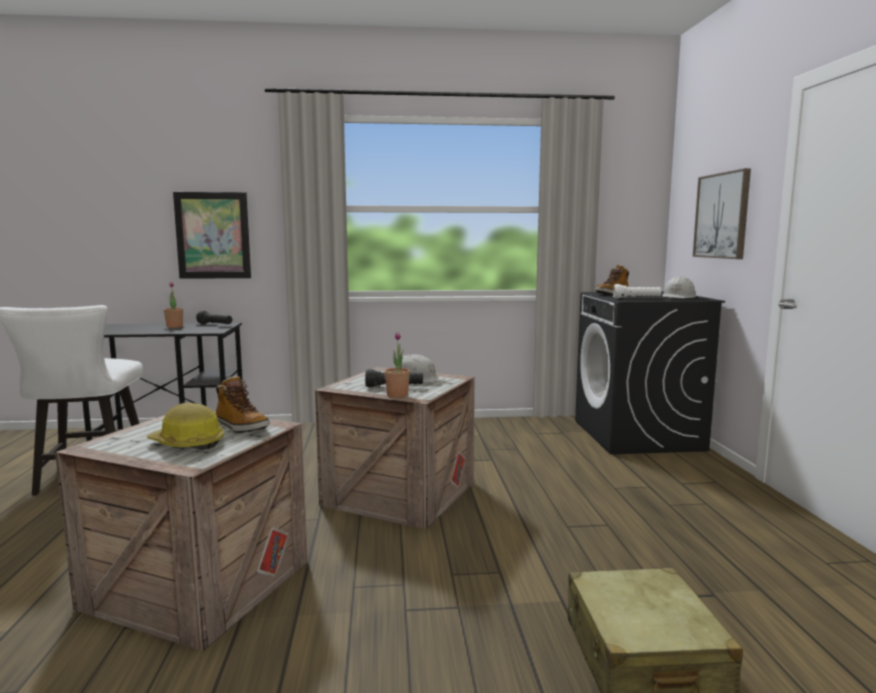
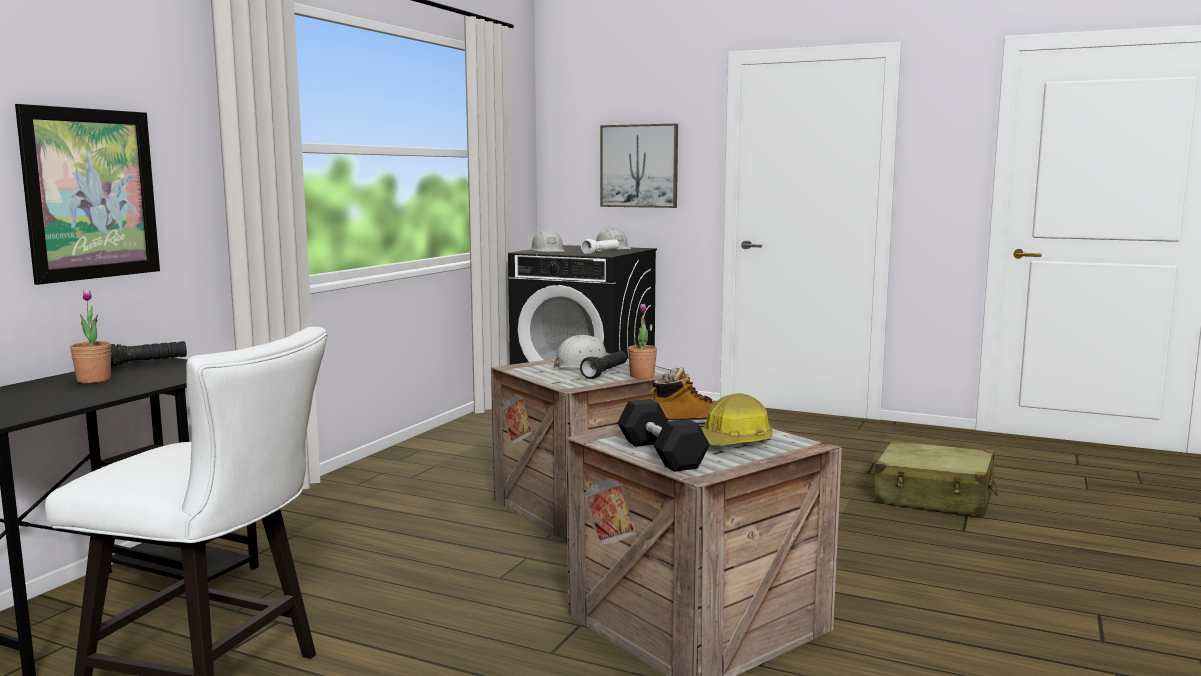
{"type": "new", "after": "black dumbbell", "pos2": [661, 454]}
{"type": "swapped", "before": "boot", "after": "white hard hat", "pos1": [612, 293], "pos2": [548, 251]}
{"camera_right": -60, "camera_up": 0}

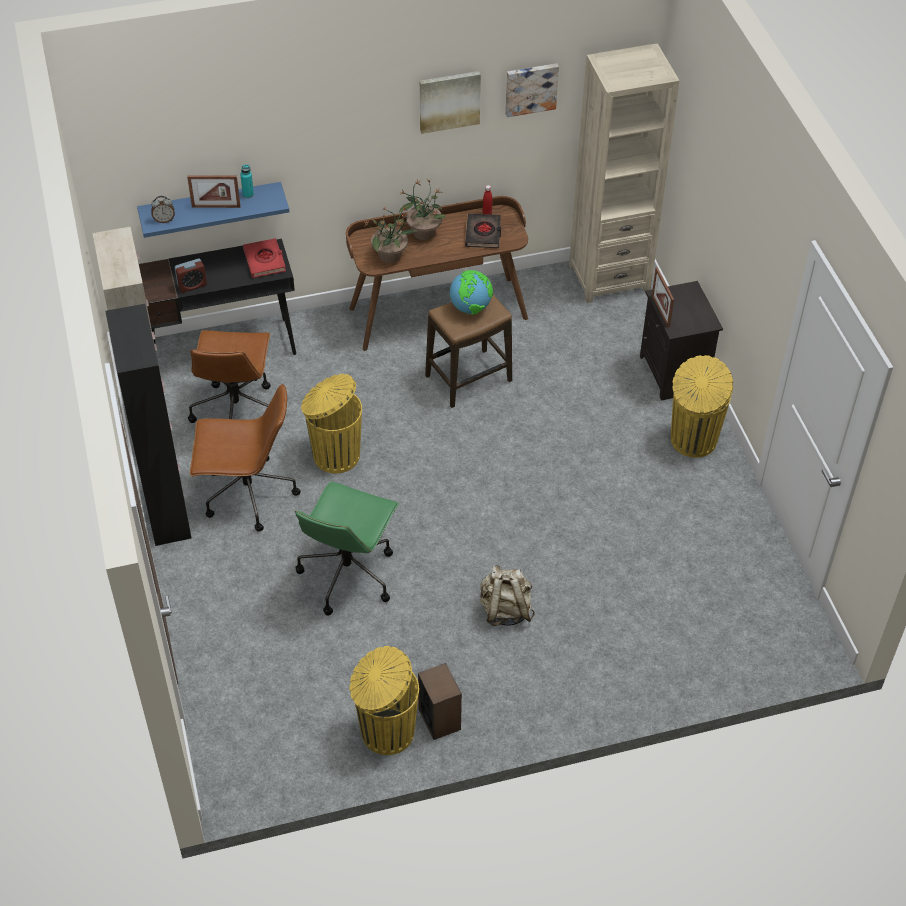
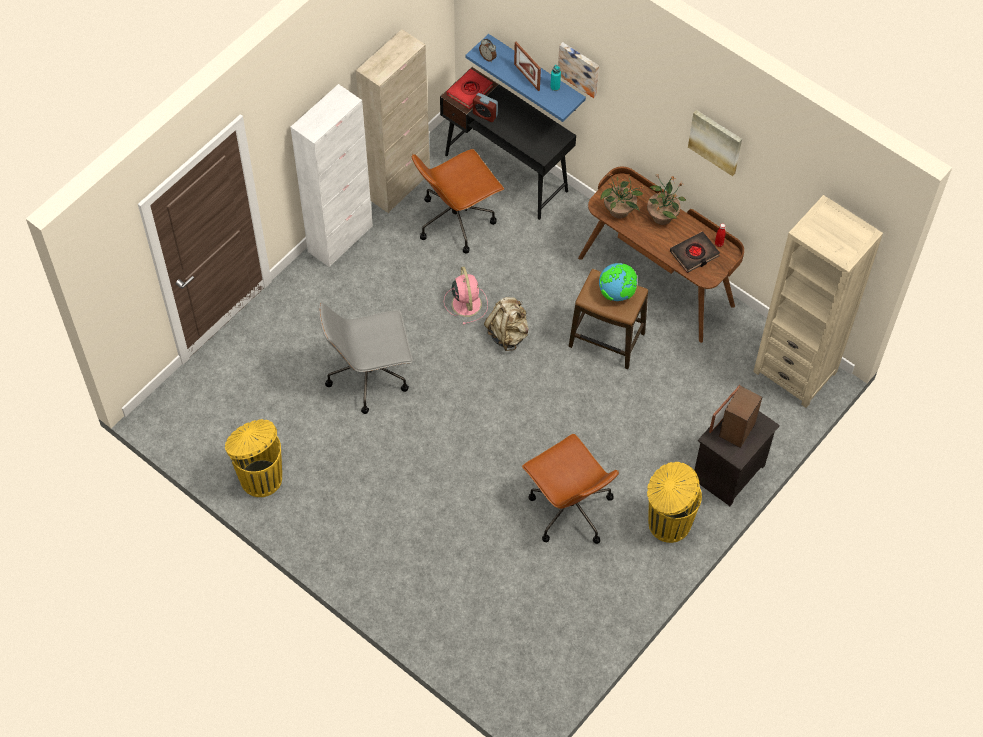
{"type": "shifted", "before": "brown office chair", "pos1": [247, 495], "pos2": [569, 509]}
{"type": "shifted", "before": "red book", "pos1": [265, 261], "pos2": [470, 91]}
{"type": "shifted", "before": "speaker", "pos1": [439, 719], "pos2": [737, 430]}
{"type": "shifted", "before": "beige backpack", "pos1": [505, 610], "pos2": [508, 333]}
{"type": "shifted", "before": "picture", "pos1": [530, 88], "pos2": [579, 68]}
{"type": "swapped", "before": "yellow trash can", "after": "pink fan", "pos1": [335, 455], "pos2": [466, 302]}
{"type": "repainted", "before": "black cabinet", "after": "white cabinet", "pos1": [167, 511], "pos2": [340, 239]}
{"type": "repainted", "before": "green office chair", "after": "grey office chair", "pos1": [348, 573], "pos2": [369, 376]}
{"camera_right": 55, "camera_up": 10}

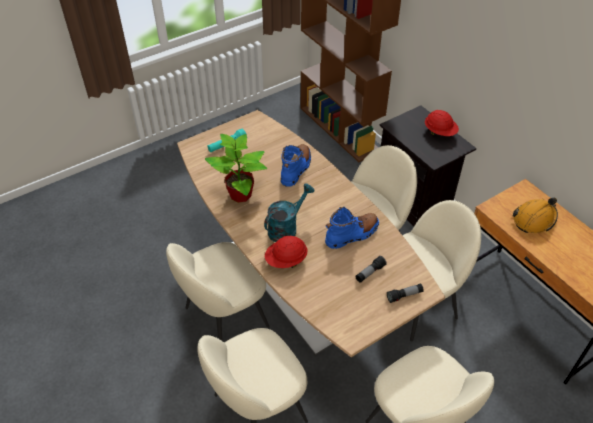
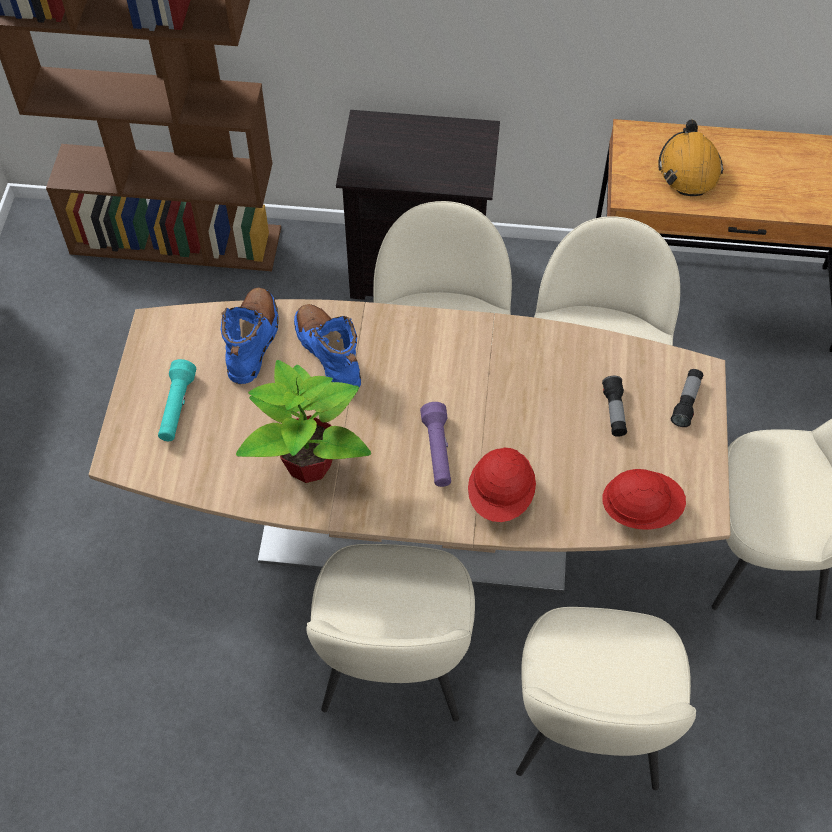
{"type": "shifted", "before": "blue boot", "pos1": [352, 234], "pos2": [253, 341]}
{"type": "shifted", "before": "red hard hat", "pos1": [440, 132], "pos2": [640, 509]}
{"type": "swapped", "before": "turquoise watering can", "after": "purple flashlight", "pos1": [286, 228], "pos2": [437, 451]}
{"camera_right": -50, "camera_up": 10}

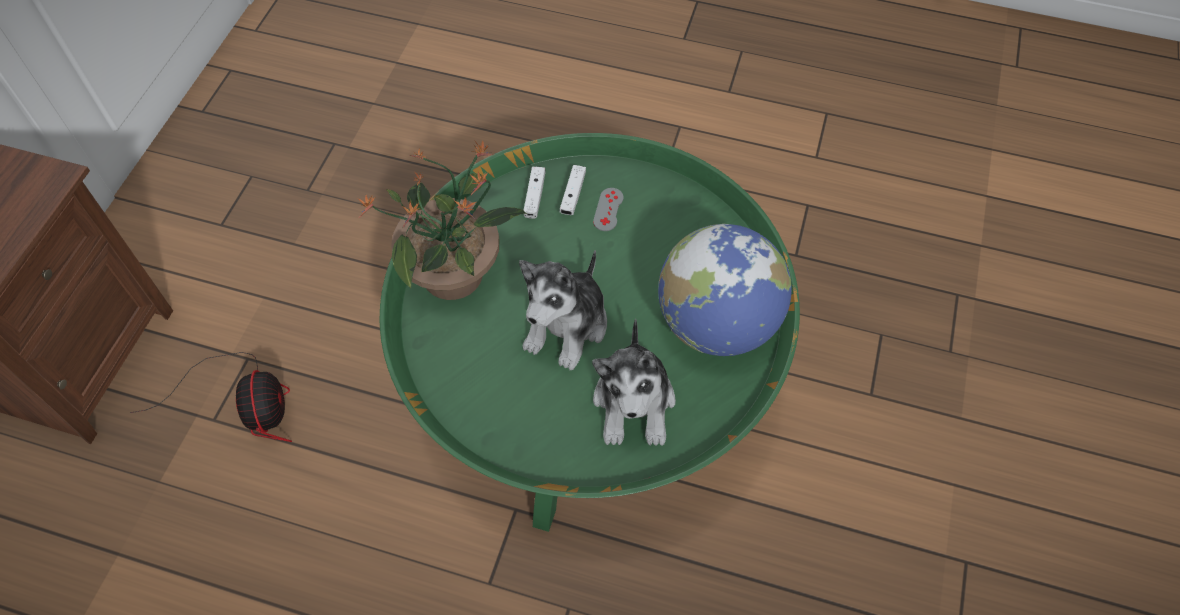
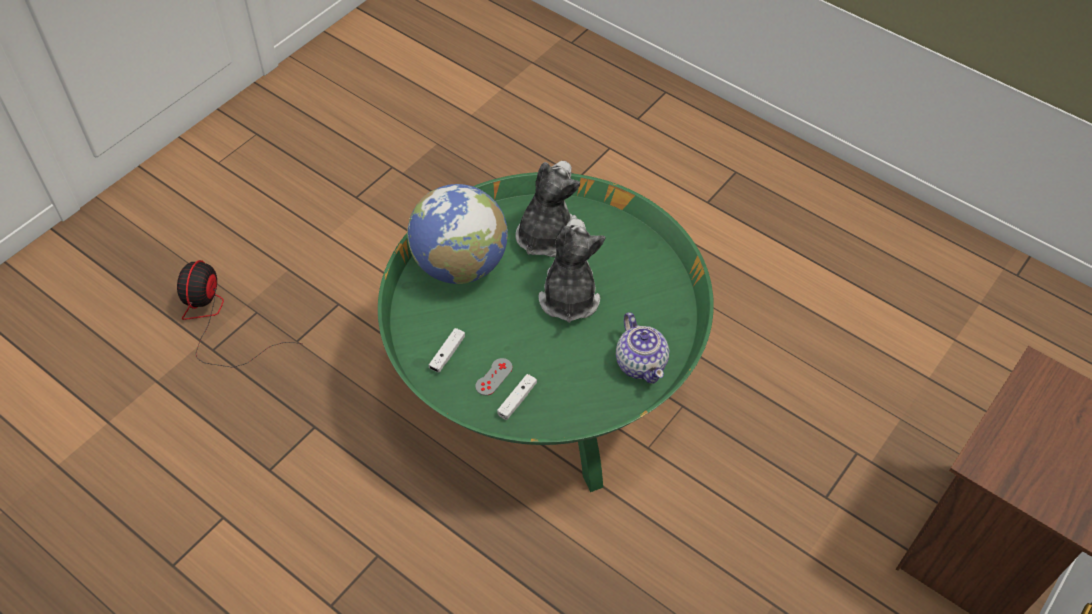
{"type": "shifted", "before": "fan", "pos1": [248, 404], "pos2": [217, 321]}
{"type": "shifted", "before": "white game controller", "pos1": [534, 196], "pos2": [447, 354]}
{"type": "swapped", "before": "potted plant", "after": "teapot", "pos1": [455, 274], "pos2": [641, 363]}
{"type": "rotated", "before": "plush toy", "pos1": [567, 326], "pos2": [568, 297], "turn": -45}
{"camera_right": -160, "camera_up": -5}

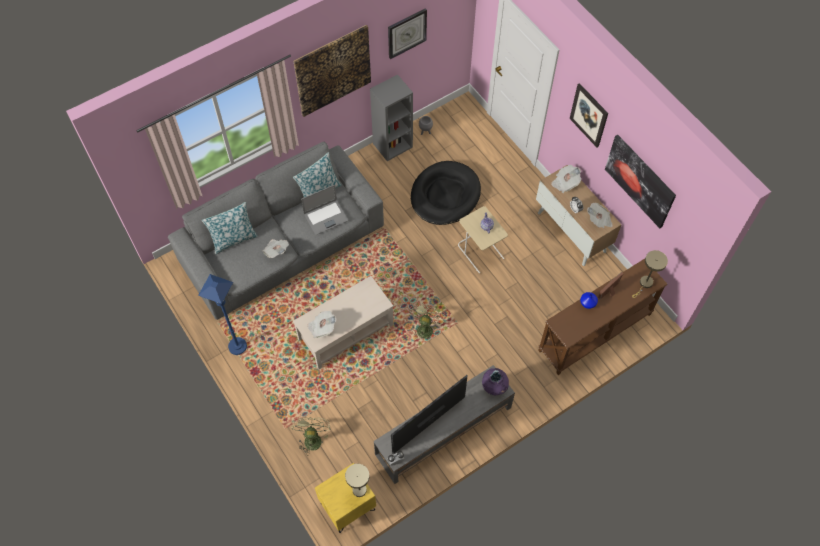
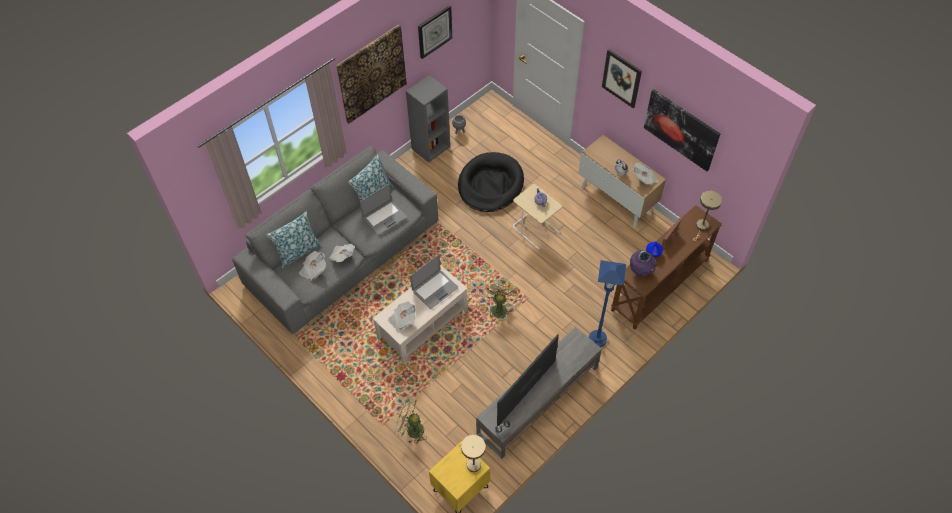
{"type": "new", "after": "laptop", "pos2": [434, 289]}
{"type": "shifted", "before": "blue floor lamp", "pos1": [237, 346], "pos2": [597, 339]}
{"type": "shifted", "before": "purple vase", "pos1": [494, 387], "pos2": [641, 271]}
{"type": "shifted", "before": "newspaper", "pos1": [565, 183], "pos2": [313, 270]}
{"type": "rotated", "before": "green fan", "pos1": [312, 438], "pos2": [411, 430], "turn": -60}
{"camera_right": -10, "camera_up": -5}

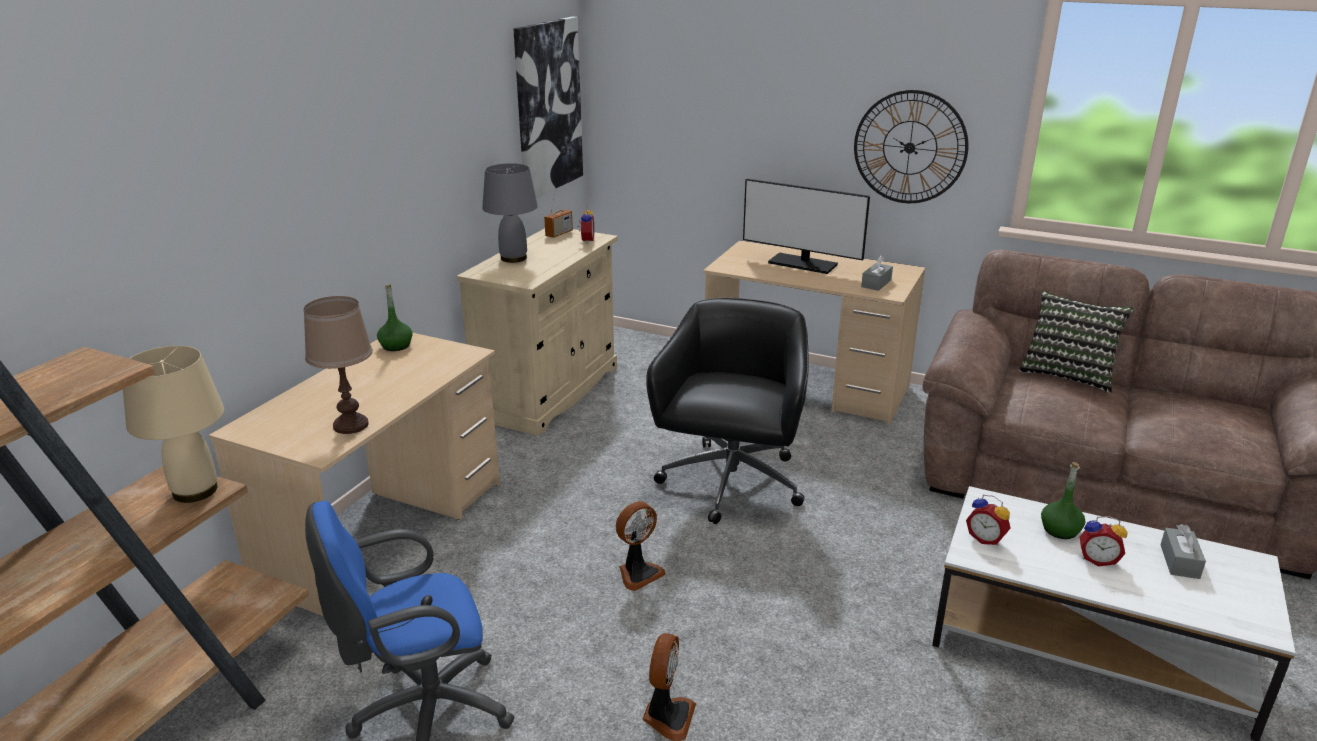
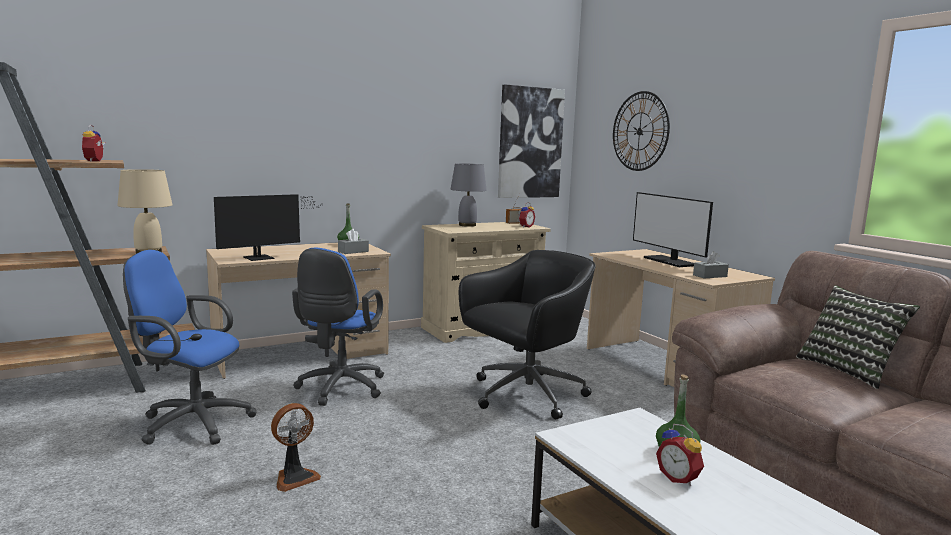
{"type": "gone", "before": "fan", "pos1": [638, 573]}
{"type": "new", "after": "blue office chair", "pos2": [339, 389]}
{"type": "shifted", "before": "wall clock", "pos1": [909, 147], "pos2": [640, 131]}
{"type": "shifted", "before": "alarm clock", "pos1": [986, 539], "pos2": [96, 161]}
{"type": "shifted", "before": "grey tissue box", "pos1": [1179, 561], "pos2": [353, 251]}
{"type": "swapped", "before": "brown table lamp", "after": "monitor", "pos1": [350, 425], "pos2": [263, 257]}
{"camera_right": 35, "camera_up": -15}

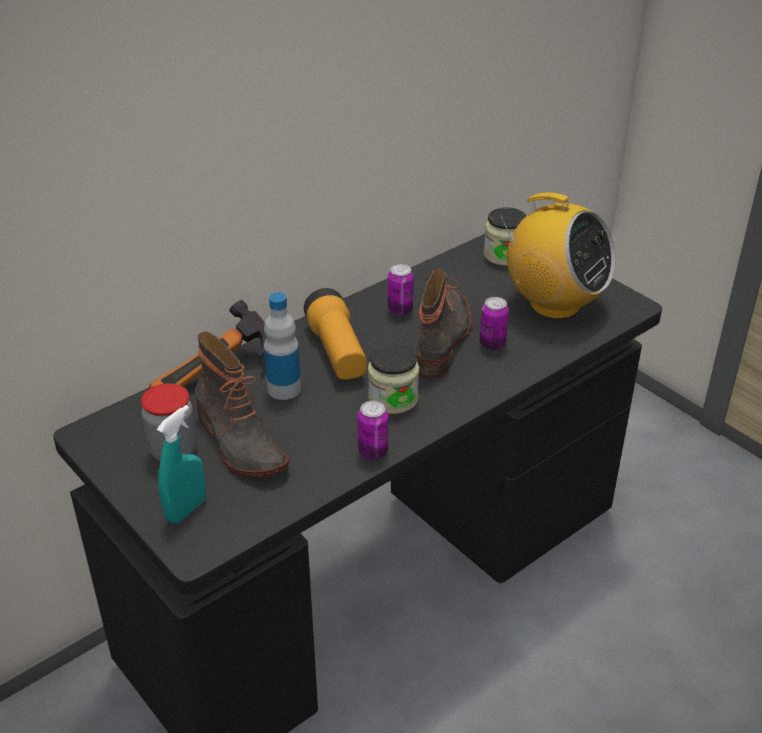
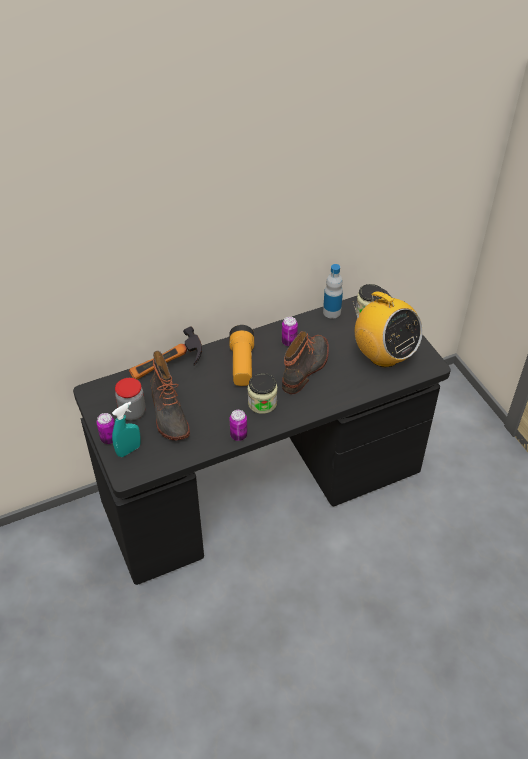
{"type": "shifted", "before": "bottle", "pos1": [284, 389], "pos2": [331, 312]}
{"type": "shifted", "before": "can", "pos1": [492, 344], "pos2": [109, 438]}
{"camera_right": 15, "camera_up": 10}

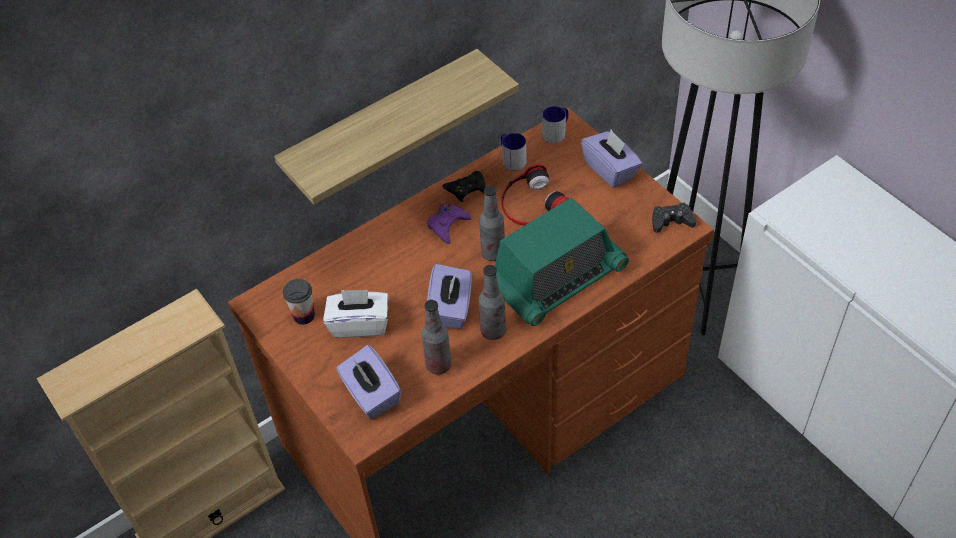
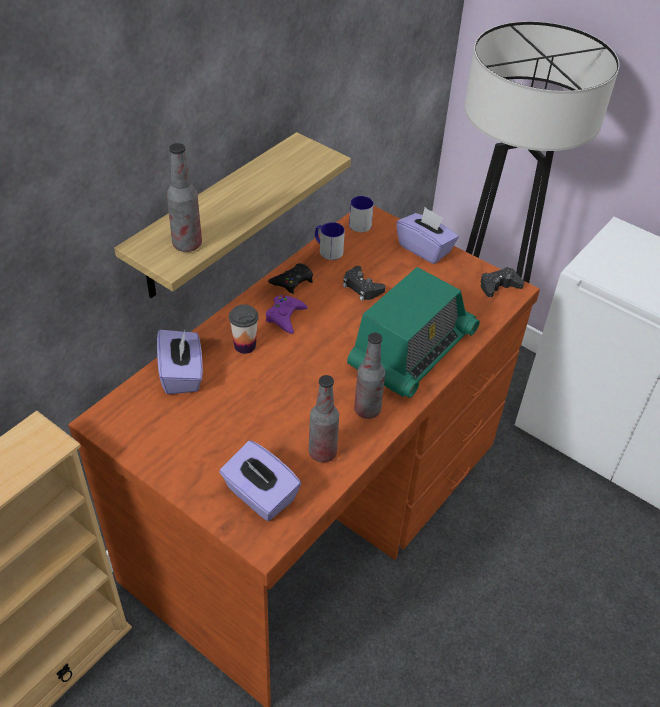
{"type": "gone", "before": "white tissue box", "pos1": [359, 324]}
{"type": "shifted", "before": "cup", "pos1": [304, 316], "pos2": [245, 346]}
{"type": "shifted", "before": "purple tissue box", "pos1": [451, 309], "pos2": [182, 374]}
{"type": "shifted", "before": "bottle", "pos1": [493, 253], "pos2": [187, 244]}
{"type": "swapped", "before": "headphones", "after": "black game controller", "pos1": [531, 204], "pos2": [362, 287]}
{"camera_right": -20, "camera_up": -5}

